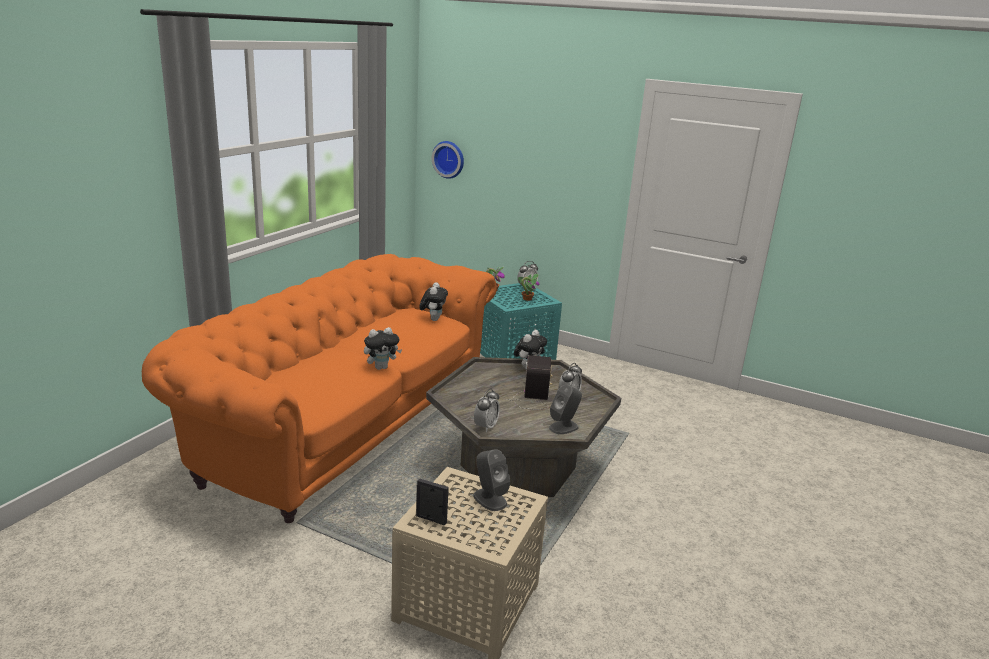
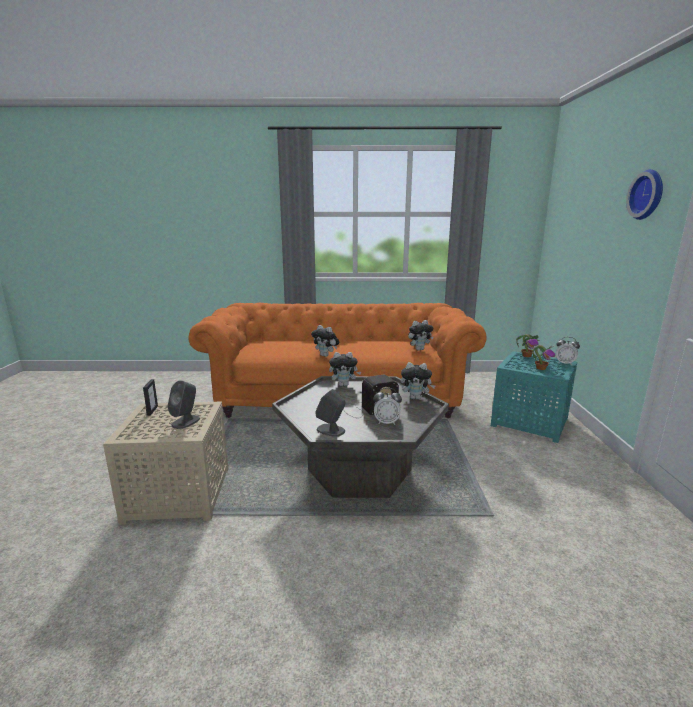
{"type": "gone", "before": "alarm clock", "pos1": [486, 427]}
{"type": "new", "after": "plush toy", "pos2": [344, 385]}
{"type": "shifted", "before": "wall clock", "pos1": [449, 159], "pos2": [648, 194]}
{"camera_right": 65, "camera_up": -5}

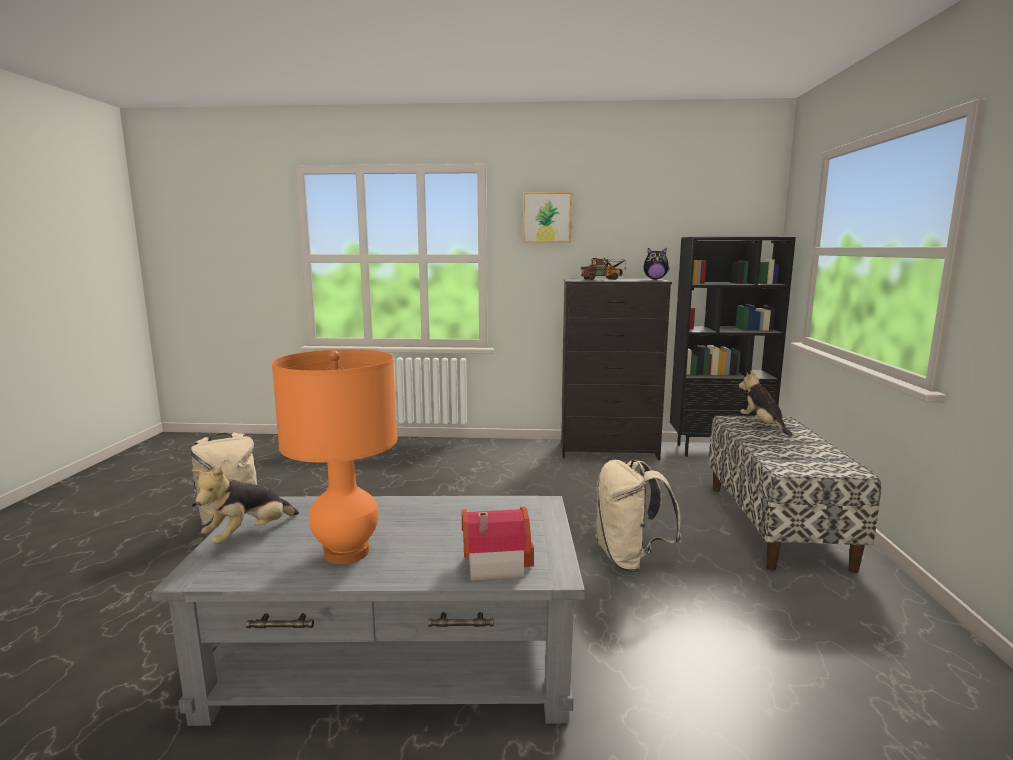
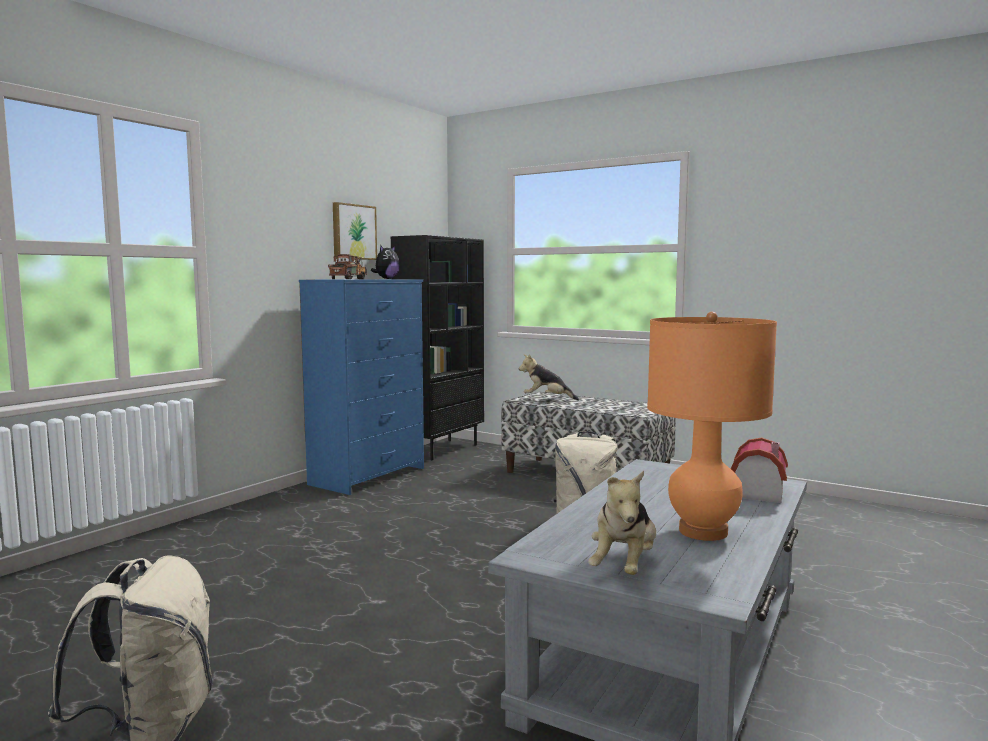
{"type": "shifted", "before": "picture", "pos1": [547, 217], "pos2": [353, 232]}
{"type": "repainted", "before": "black dresser", "after": "blue dresser", "pos1": [609, 451], "pos2": [369, 476]}
{"type": "rotated", "before": "plush toy", "pos1": [249, 535], "pos2": [624, 567], "turn": 45}
{"camera_right": -60, "camera_up": -5}

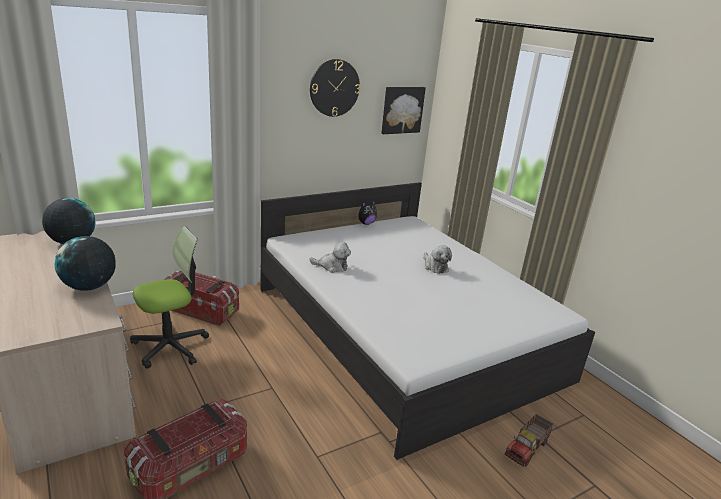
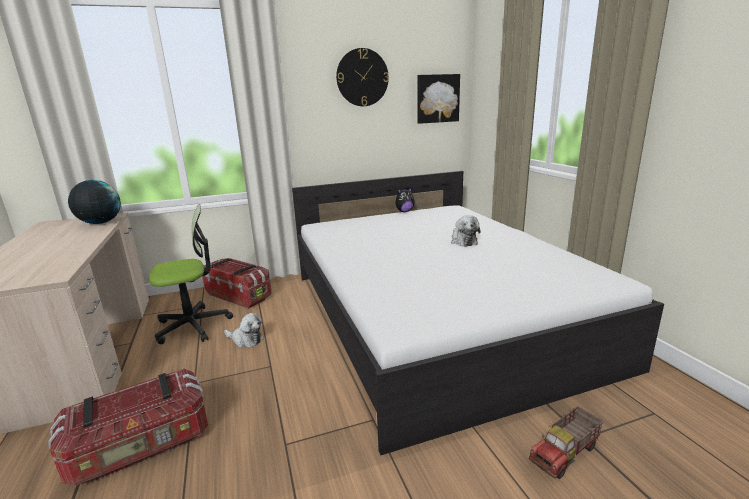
{"type": "gone", "before": "globe", "pos1": [89, 287]}
{"type": "shifted", "before": "plush toy", "pos1": [332, 266], "pos2": [246, 340]}
{"camera_right": 15, "camera_up": -5}

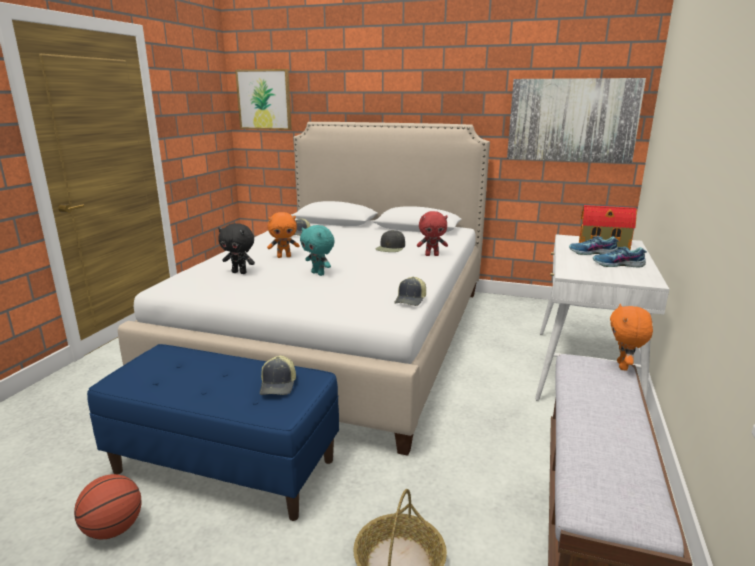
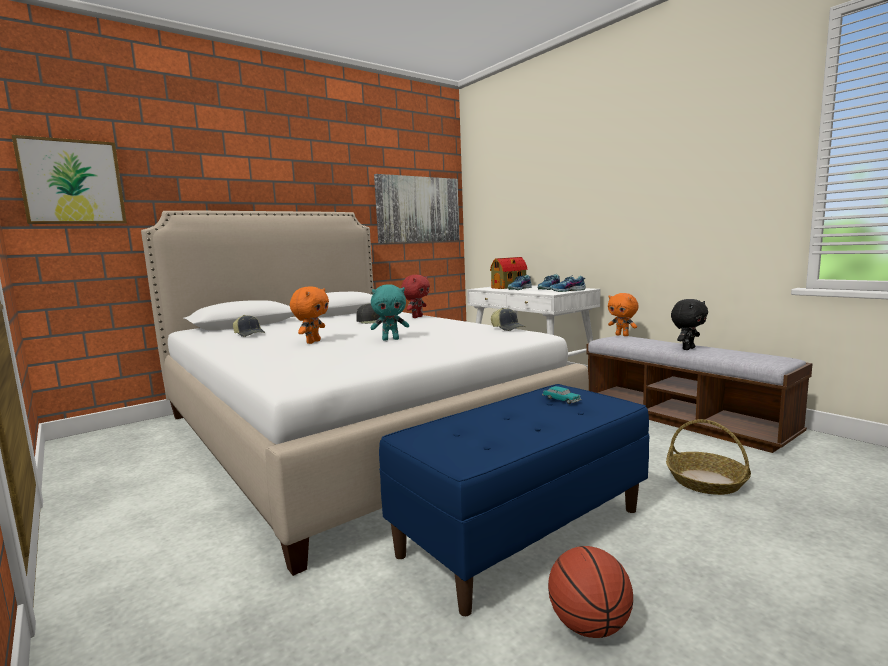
{"type": "new", "after": "shoe", "pos2": [567, 291]}
{"type": "shifted", "before": "black plush toy", "pos1": [240, 272], "pos2": [687, 348]}
{"type": "swapped", "before": "cap", "after": "toy car", "pos1": [279, 385], "pos2": [561, 400]}
{"camera_right": -55, "camera_up": -10}

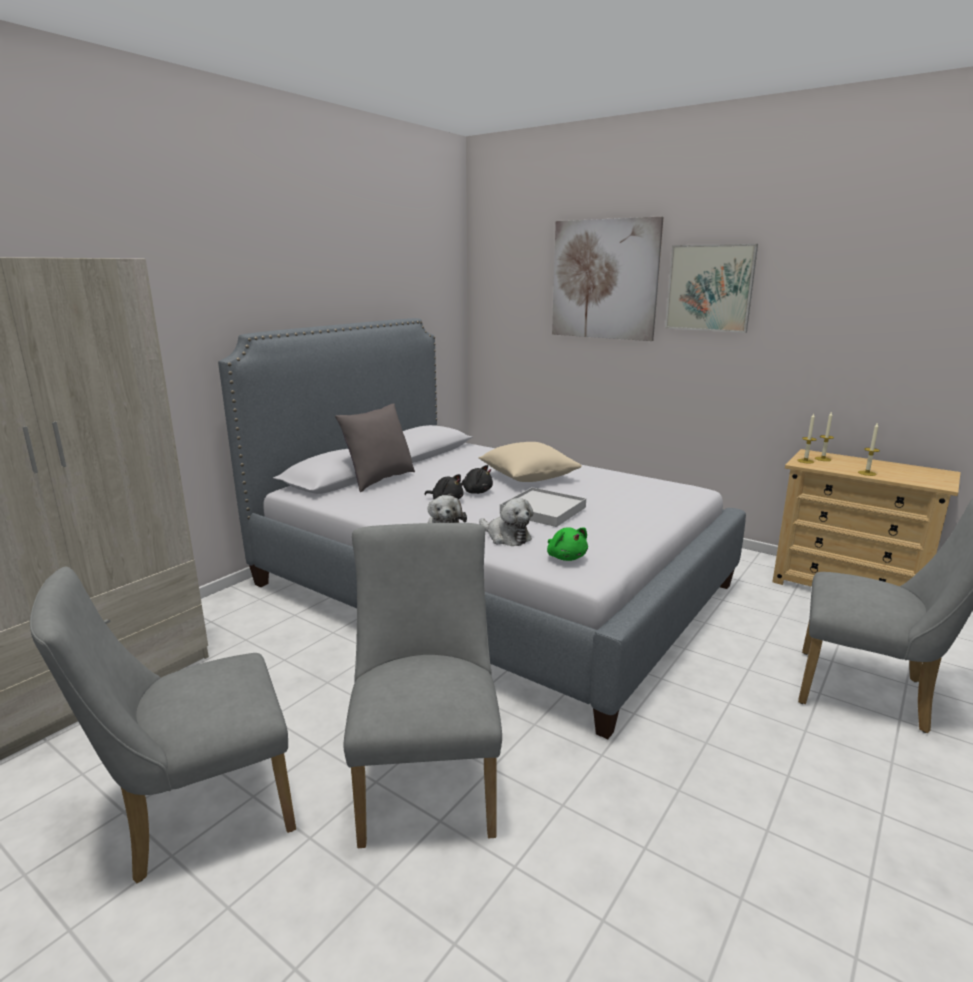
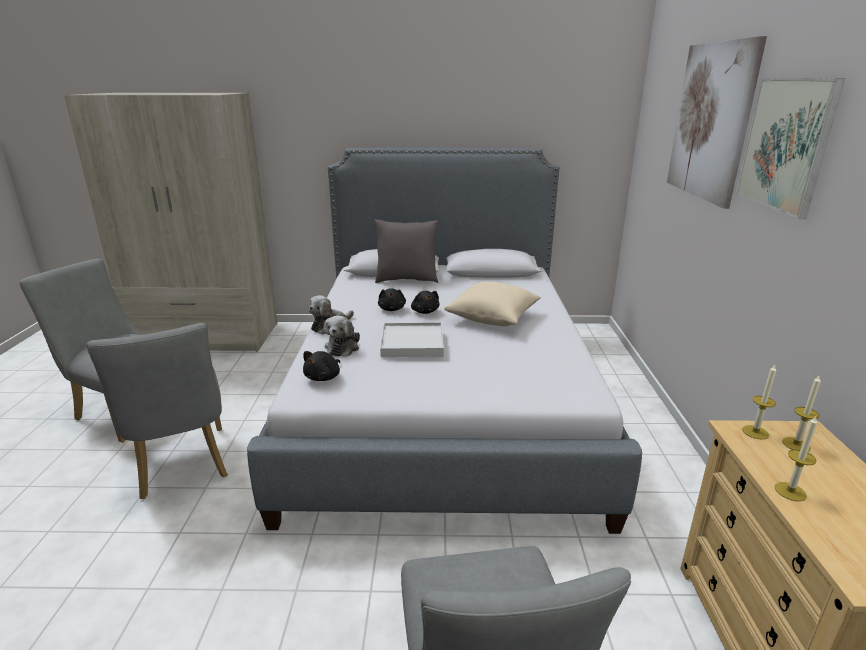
{"type": "repainted", "before": "green plush toy", "after": "black plush toy", "pos1": [566, 557], "pos2": [323, 377]}
{"type": "rotated", "before": "grey chair", "pos1": [427, 779], "pos2": [183, 467], "turn": 105}
{"camera_right": 55, "camera_up": 5}

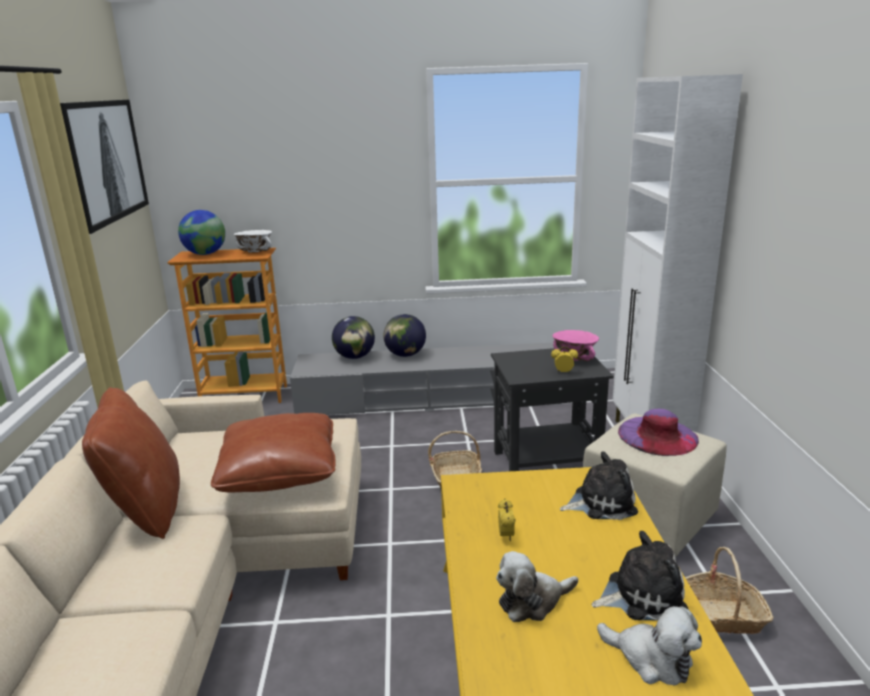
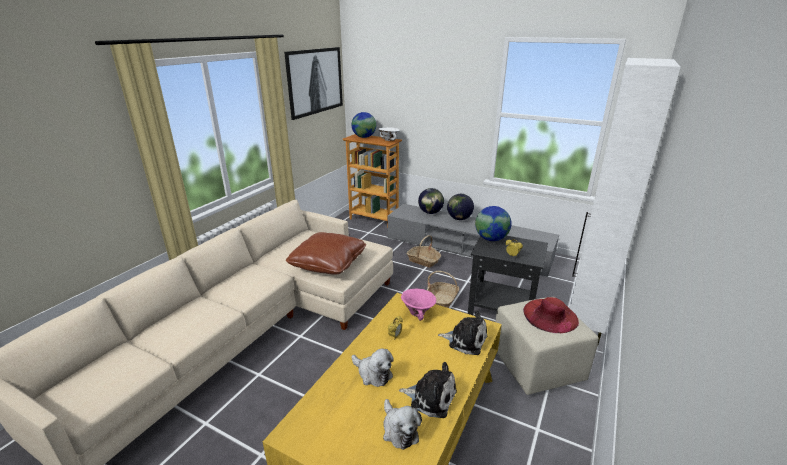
{"type": "gone", "before": "brown pillow", "pos1": [146, 510]}
{"type": "new", "after": "globe", "pos2": [491, 239]}
{"type": "shifted", "before": "pink bowl", "pos1": [574, 358], "pos2": [418, 313]}
{"type": "shifted", "before": "basket", "pos1": [720, 616], "pos2": [423, 260]}
{"type": "repainted", "before": "purple hat", "after": "red hat", "pos1": [657, 435], "pos2": [550, 315]}
{"type": "rotated", "before": "plush toy", "pos1": [532, 601], "pos2": [373, 374], "turn": -150}
{"camera_right": 30, "camera_up": 5}

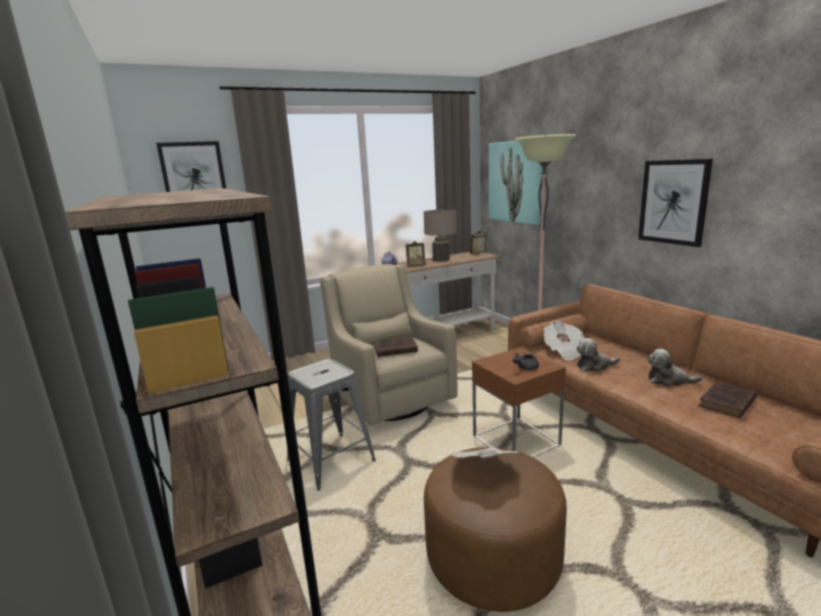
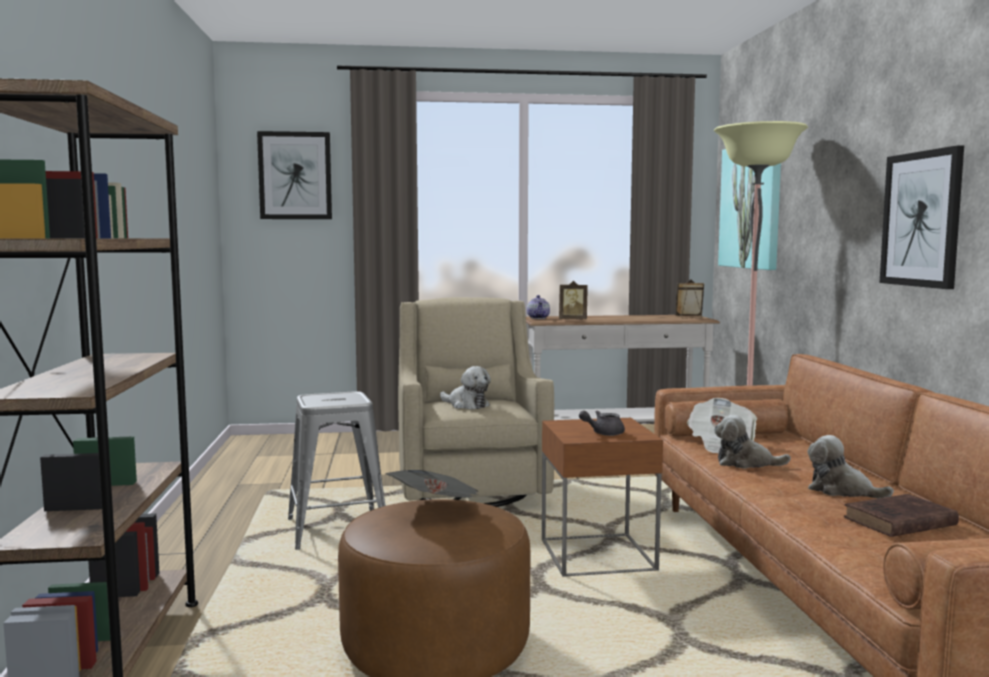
{"type": "gone", "before": "beige table lamp", "pos1": [441, 259]}
{"type": "swapped", "before": "brown book", "after": "plush toy", "pos1": [394, 349], "pos2": [466, 405]}
{"camera_right": 20, "camera_up": -10}

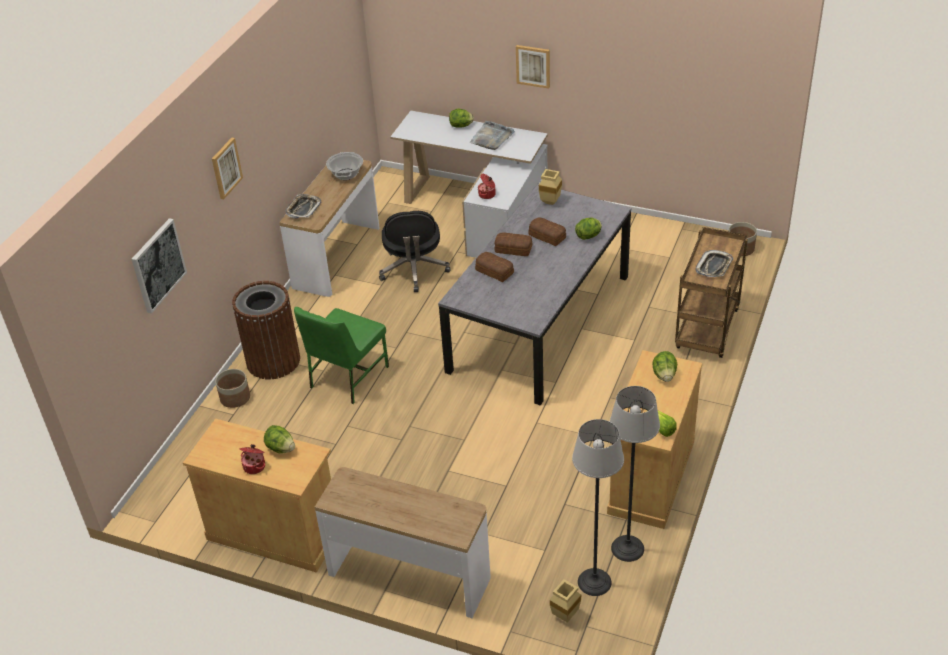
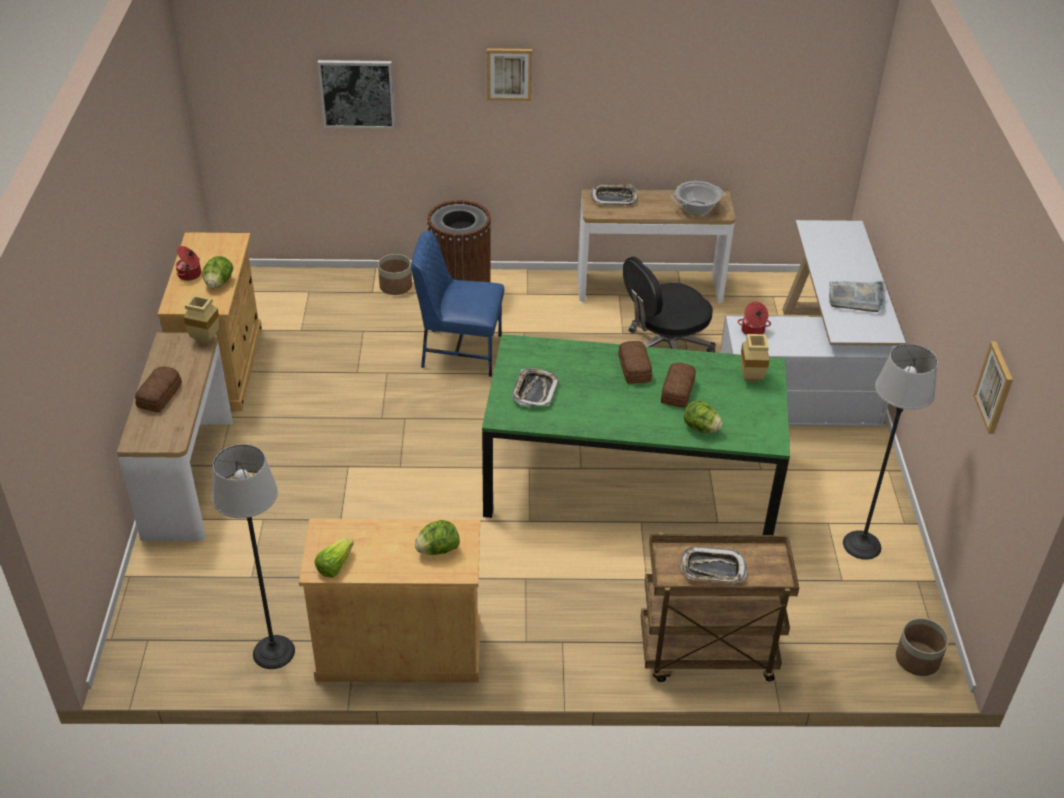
{"type": "gone", "before": "lettuce", "pos1": [461, 126]}
{"type": "new", "after": "tray", "pos2": [534, 391]}
{"type": "shifted", "before": "bread", "pos1": [494, 271], "pos2": [161, 395]}
{"type": "shifted", "before": "picture", "pos1": [533, 66], "pos2": [995, 387]}
{"type": "shifted", "before": "beige vase", "pos1": [565, 614], "pos2": [207, 339]}
{"type": "shifted", "before": "floor lamp", "pos1": [594, 582], "pos2": [861, 545]}
{"type": "repainted", "before": "green chair", "after": "blue chair", "pos1": [347, 377], "pos2": [459, 351]}
{"type": "repainted", "before": "grey dining table", "after": "green dining table", "pos1": [539, 322], "pos2": [631, 480]}
{"camera_right": 65, "camera_up": 0}

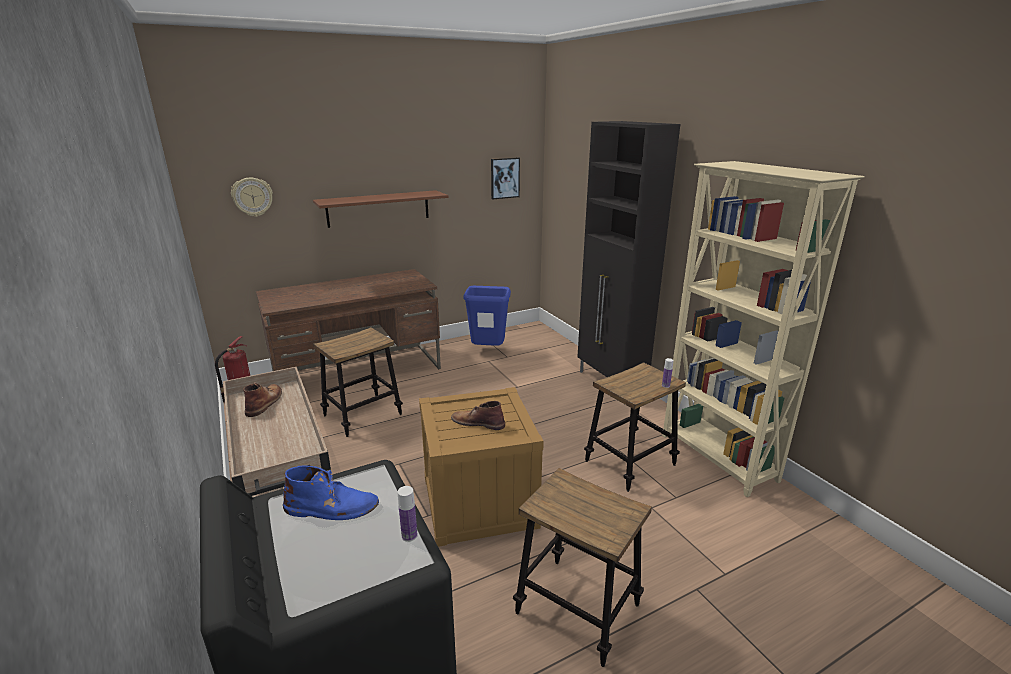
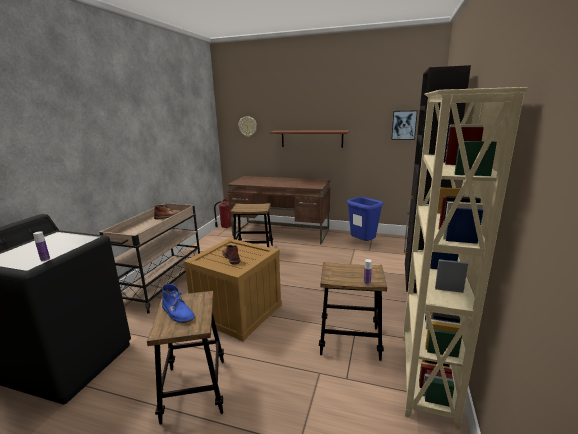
{"type": "shifted", "before": "blue boot", "pos1": [332, 508], "pos2": [177, 312]}
{"camera_right": 45, "camera_up": -5}

